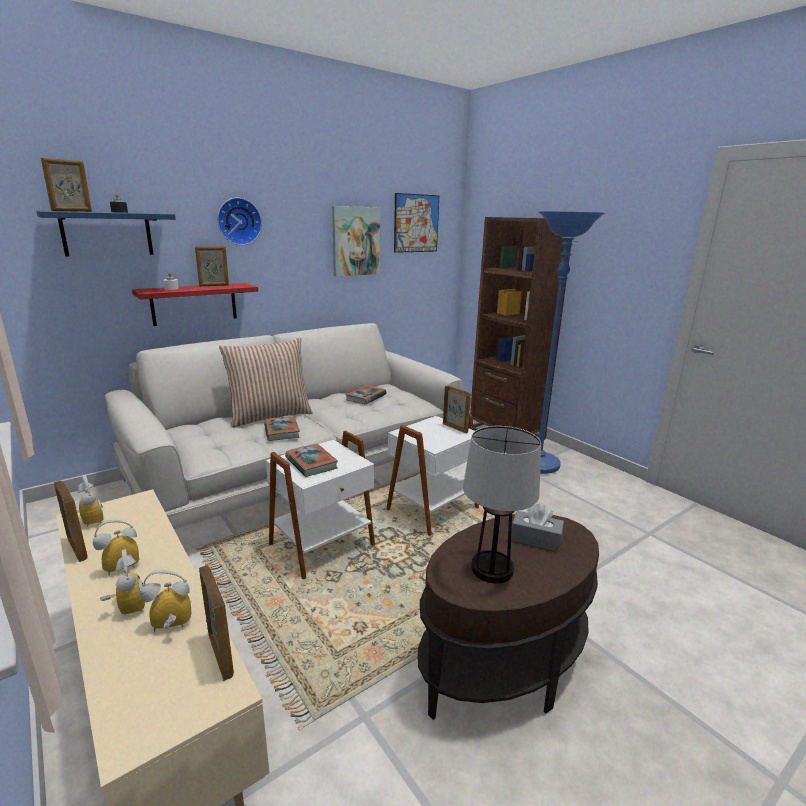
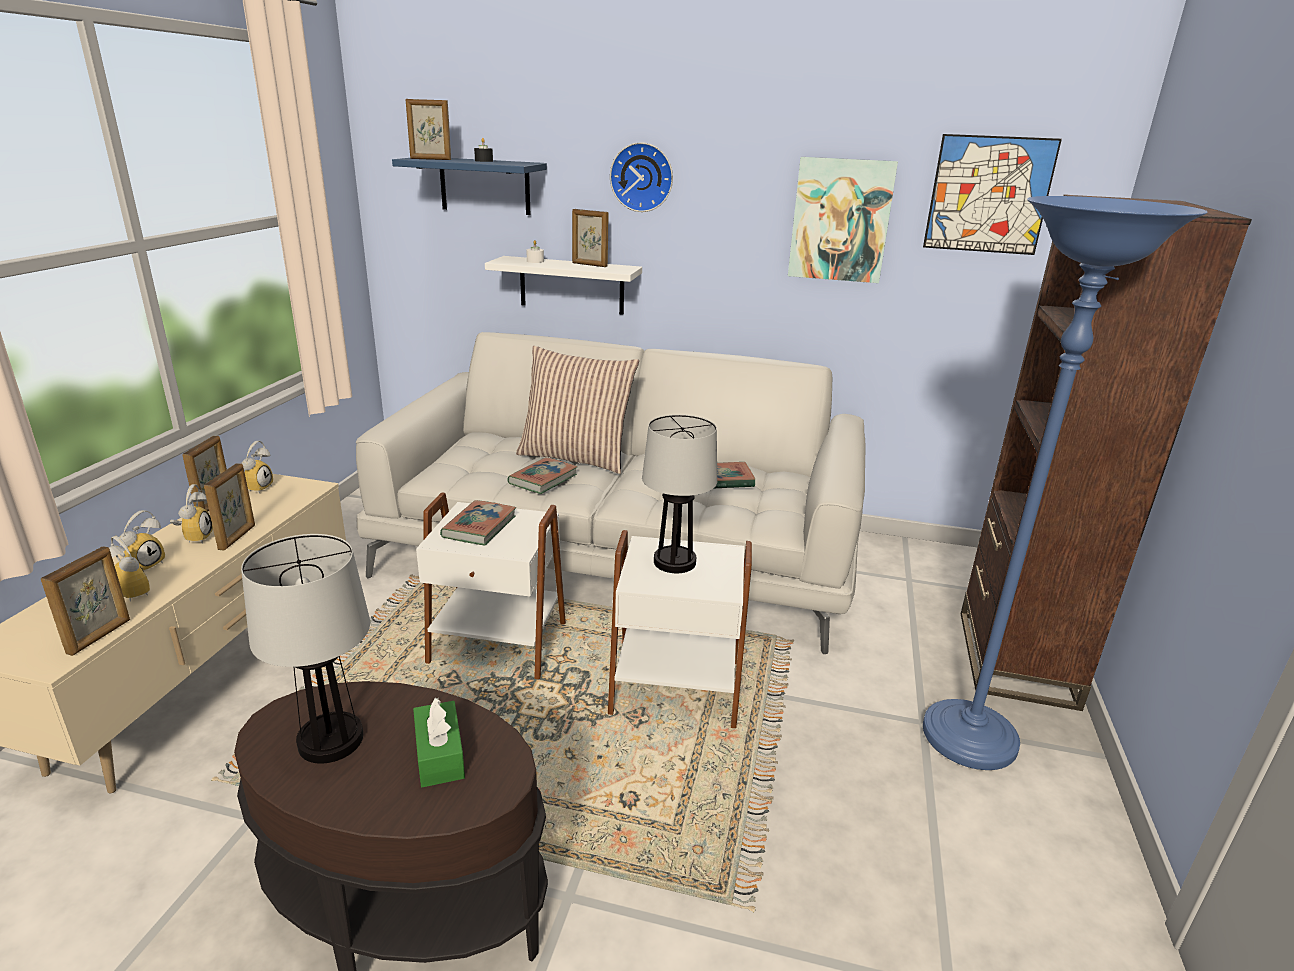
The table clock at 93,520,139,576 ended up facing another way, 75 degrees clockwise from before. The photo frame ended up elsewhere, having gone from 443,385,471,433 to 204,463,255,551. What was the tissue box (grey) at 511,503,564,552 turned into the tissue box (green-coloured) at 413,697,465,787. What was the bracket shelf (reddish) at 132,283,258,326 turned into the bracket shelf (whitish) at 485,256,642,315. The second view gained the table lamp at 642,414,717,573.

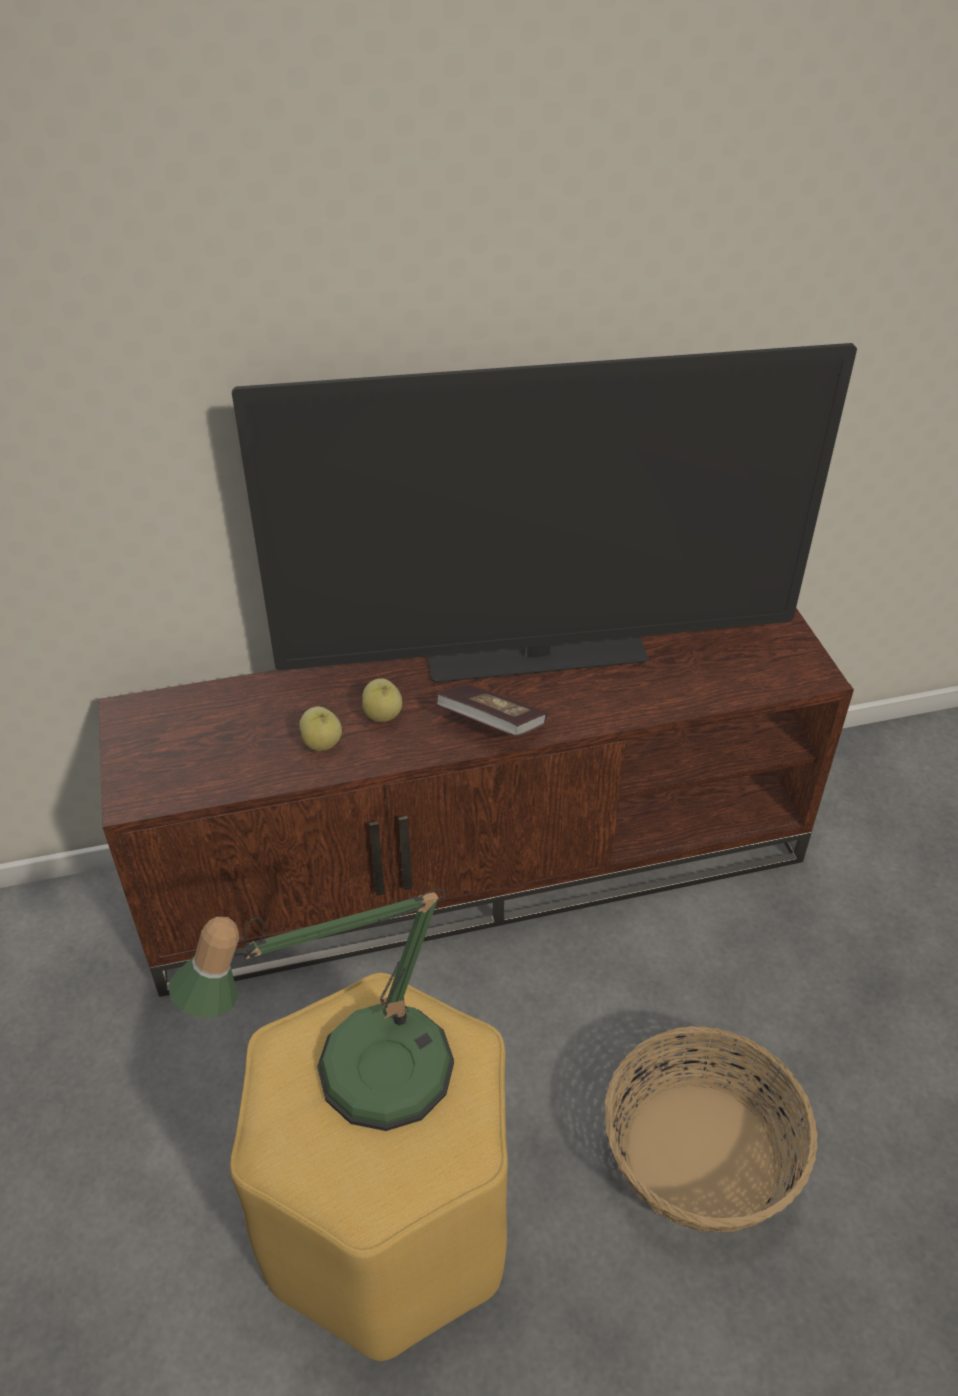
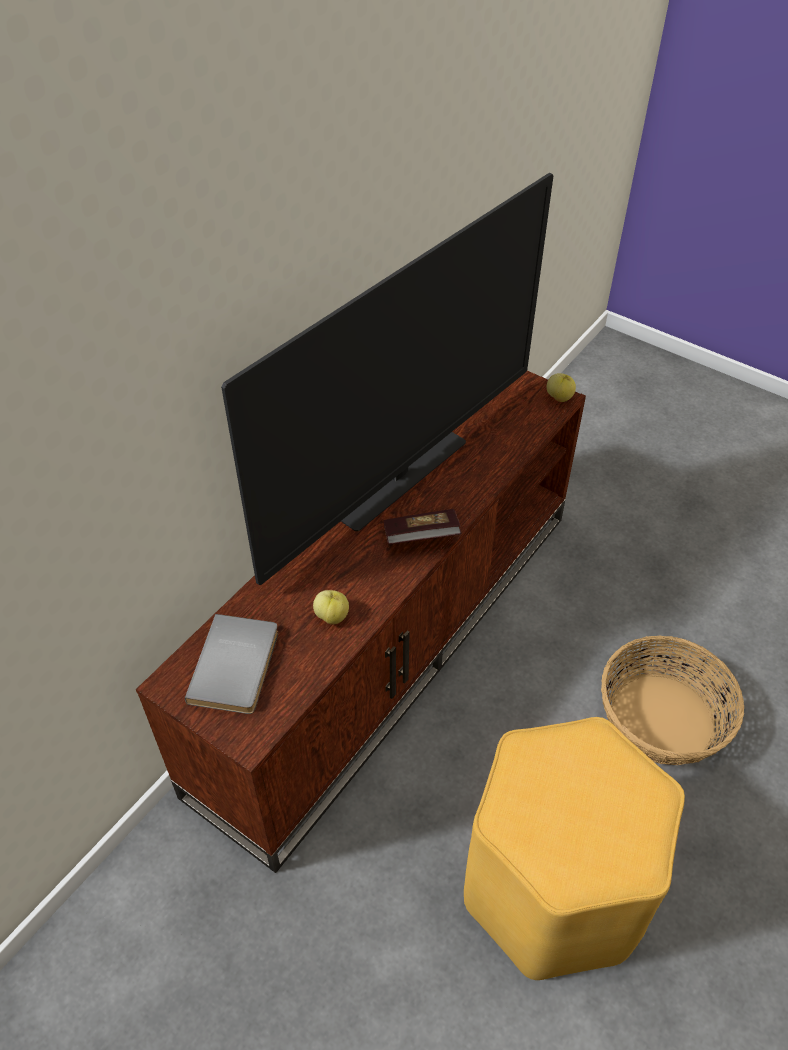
The second view gained the volume (grey) at 185,614,278,714. The whole apple ended up elsewhere, having gone from 362,678,402,722 to 547,373,576,402. The second view lost the table lamp at 168,889,454,1131.

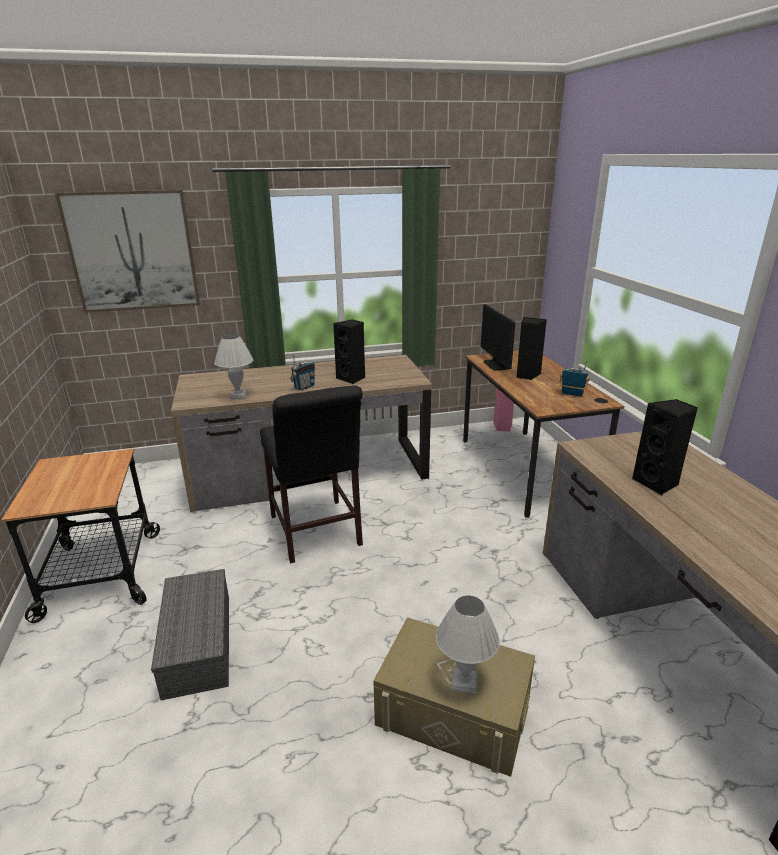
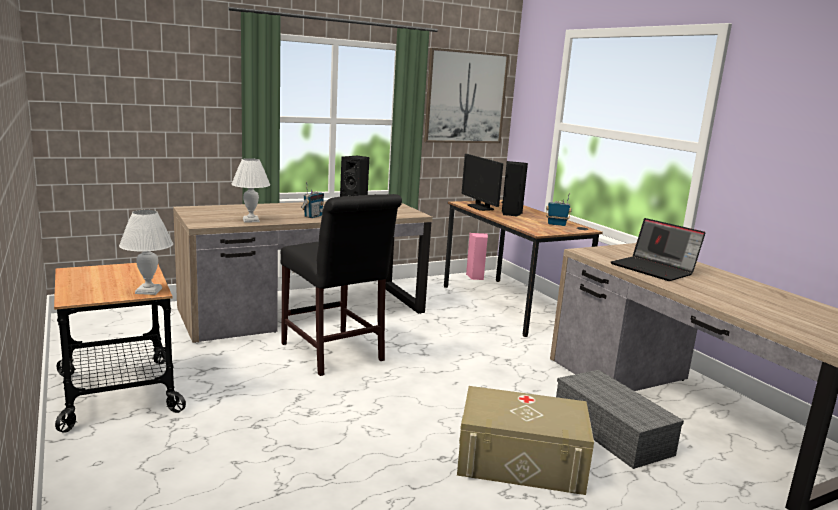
The table lamp (whitish) ended up elsewhere, having gone from 436,595,500,694 to 119,210,173,295. The wall art ended up elsewhere, having gone from 55,190,200,313 to 424,48,509,143. The storage box (grey) ended up elsewhere, having gone from 151,569,229,700 to 556,370,684,469. Where the loudspeaker (black) stood at 632,399,698,495, the notebook computer came to stand at 611,218,706,281.

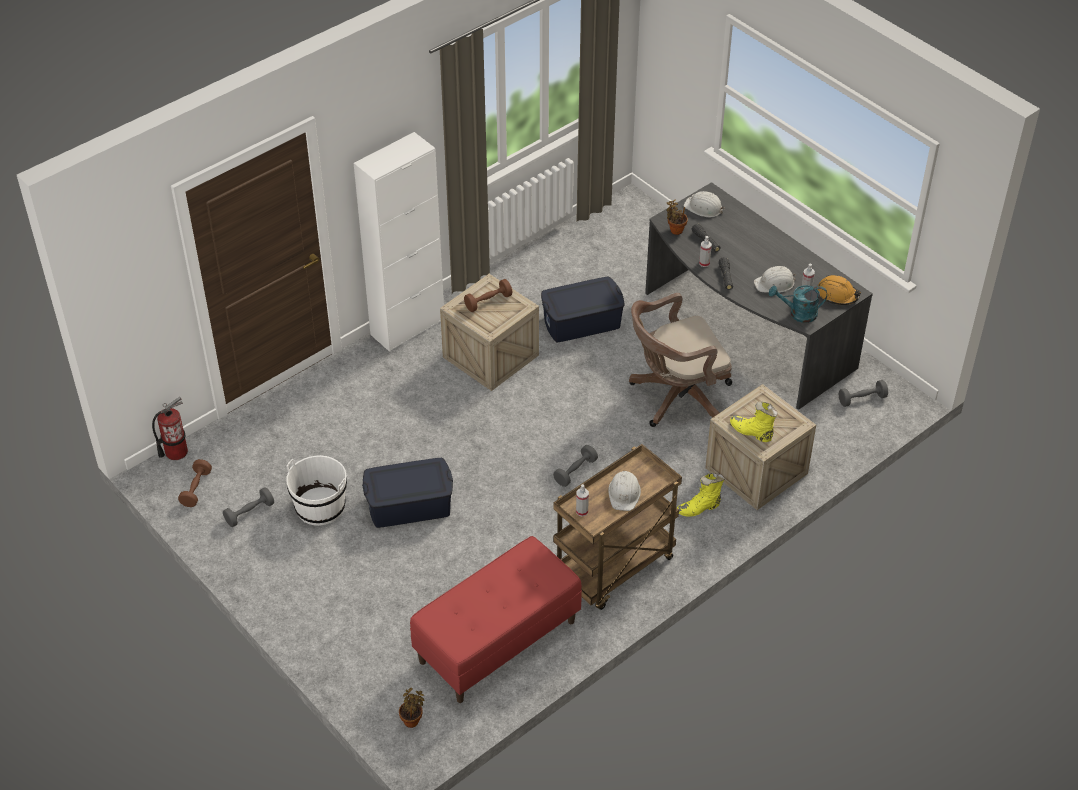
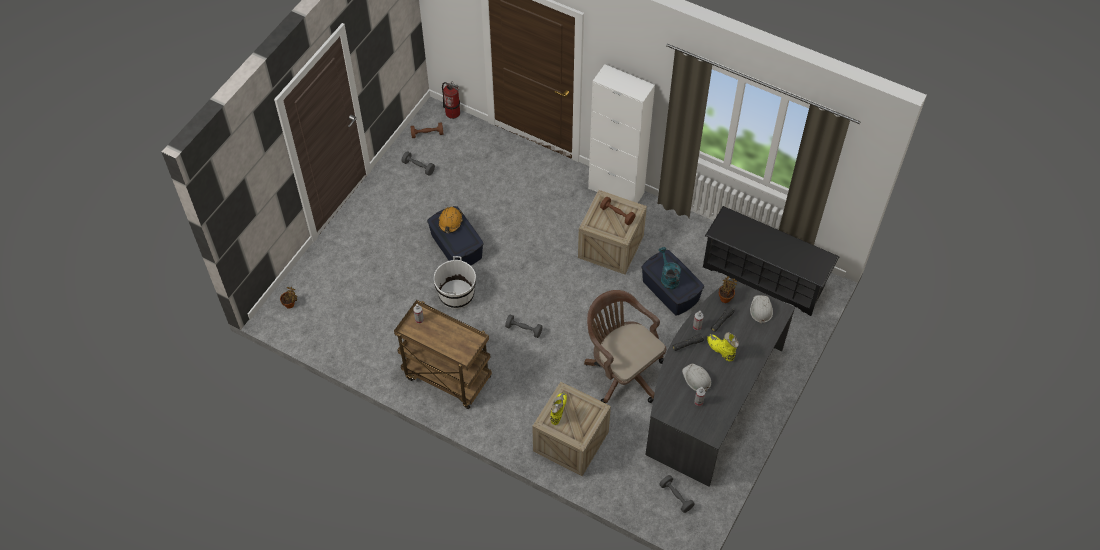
The bucket (whitish) ended up elsewhere, having gone from 286,455,347,526 to 434,256,476,309. The hard hat (orangey) ended up elsewhere, having gone from 818,275,862,305 to 438,207,463,233. The watering can (turquoise-coloured) ended up elsewhere, having gone from 769,285,827,323 to 659,247,681,290. The second view gained the shoe rack (black) at 703,206,839,316. The high-top boot (yellow) ended up elsewhere, having gone from 677,473,724,517 to 707,332,739,361. The second view lost the bench (reddish) at 410,536,582,703. The second view lost the hard hat (whitish) at 608,471,641,511.

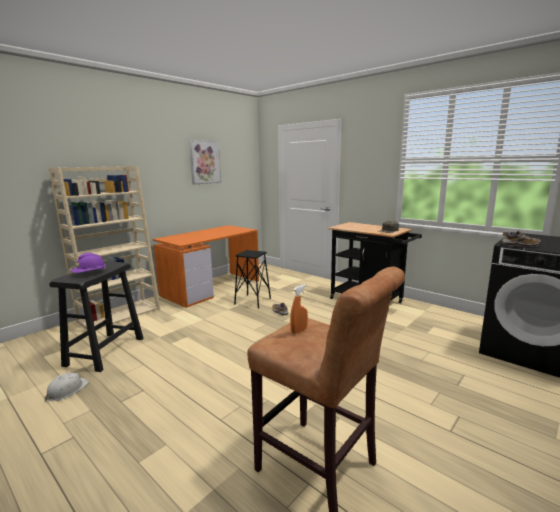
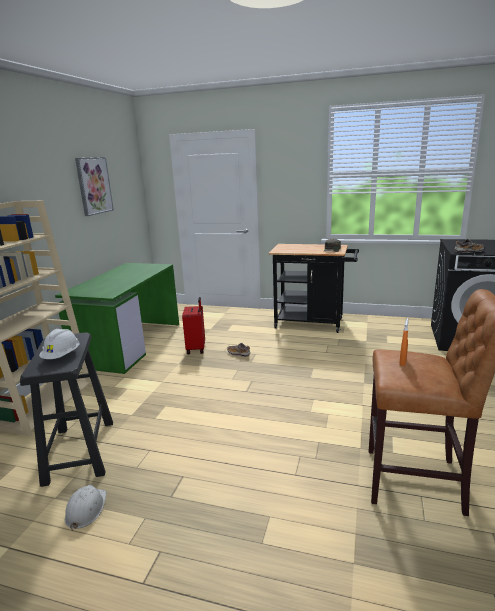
What was the hard hat (purplish) at 71,253,106,273 turned into the hard hat (whitish) at 39,329,80,359. What was the desk unit (orangey) at 153,225,259,308 turned into the desk unit (green-coloured) at 55,263,179,374. Where the stool seat (black) stood at 234,250,271,309, the travel case (reddish) came to stand at 182,297,205,354.

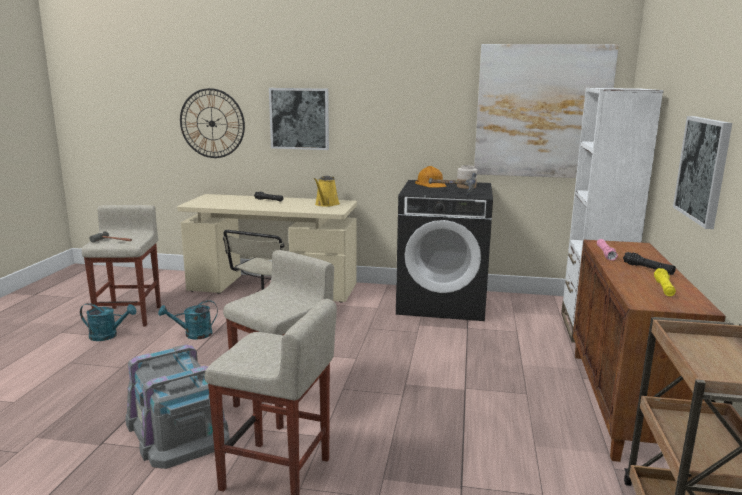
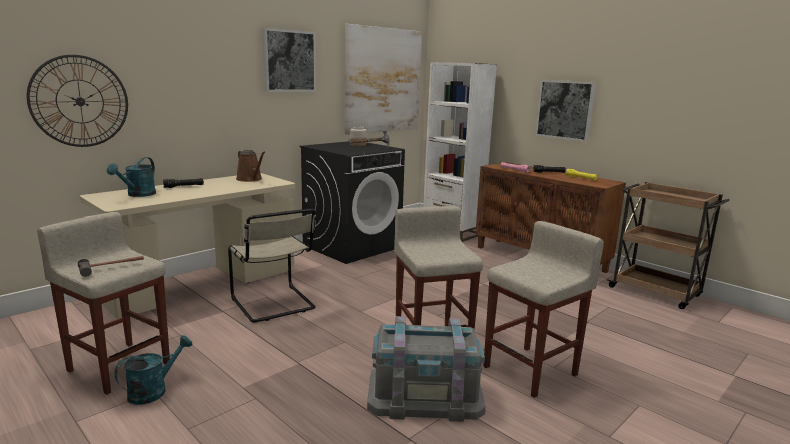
The watering can (turquoise-coloured) ended up elsewhere, having gone from 158,300,218,340 to 107,157,156,197. What was the watering can (yellow) at 314,176,340,207 turned into the watering can (brown) at 236,150,265,182. The wall art ended up elsewhere, having gone from 269,88,329,150 to 263,28,316,92. The second view lost the hard hat (orangey) at 415,166,446,188.

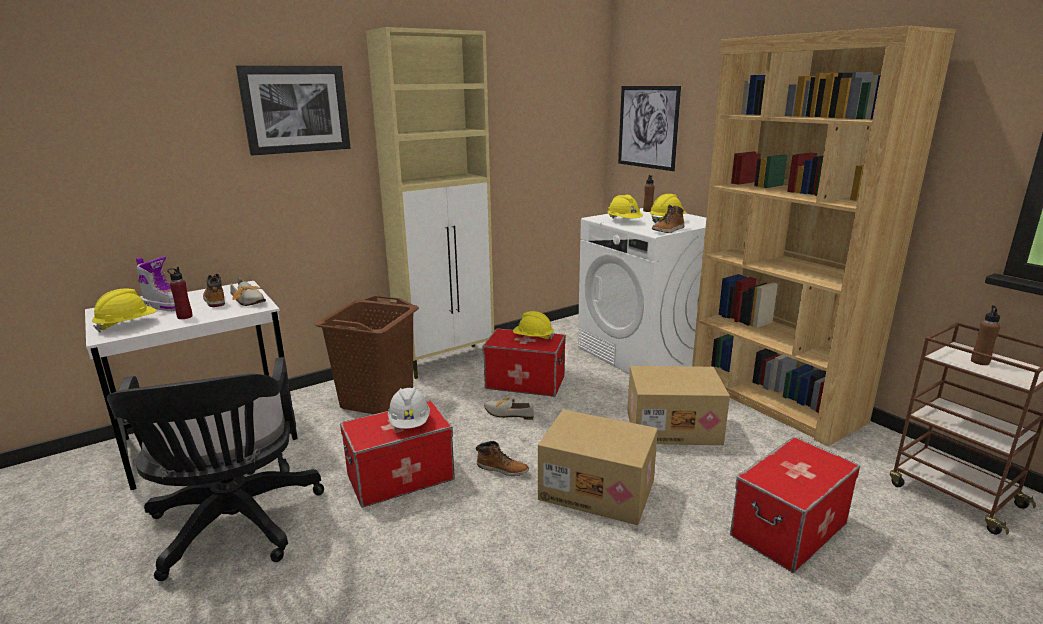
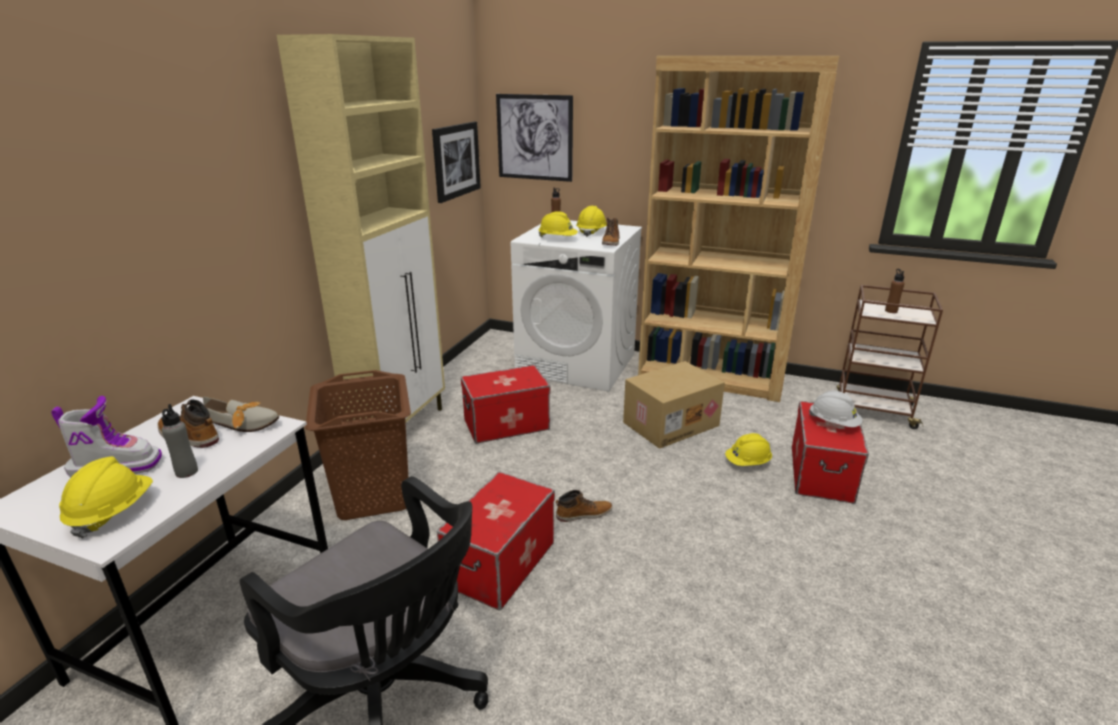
What was the beverage bottle (reddish) at 167,267,193,319 turned into the beverage bottle (grey) at 162,404,198,478. The wall art ended up elsewhere, having gone from 236,65,351,156 to 432,122,481,203. The hard hat (yellow) ended up elsewhere, having gone from 513,311,554,340 to 725,433,772,466. The hard hat (whitish) ended up elsewhere, having gone from 388,387,430,429 to 809,391,863,427. The second view lost the shoe at 484,398,534,420. The second view lost the packing box at 538,410,658,525.

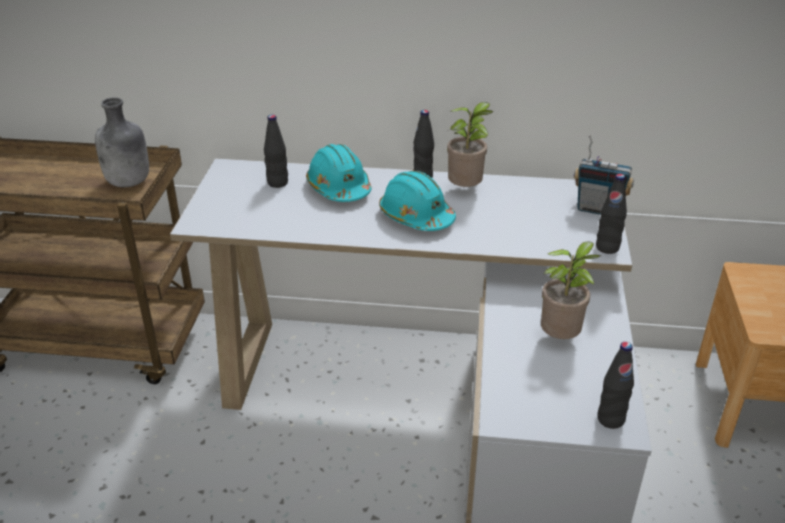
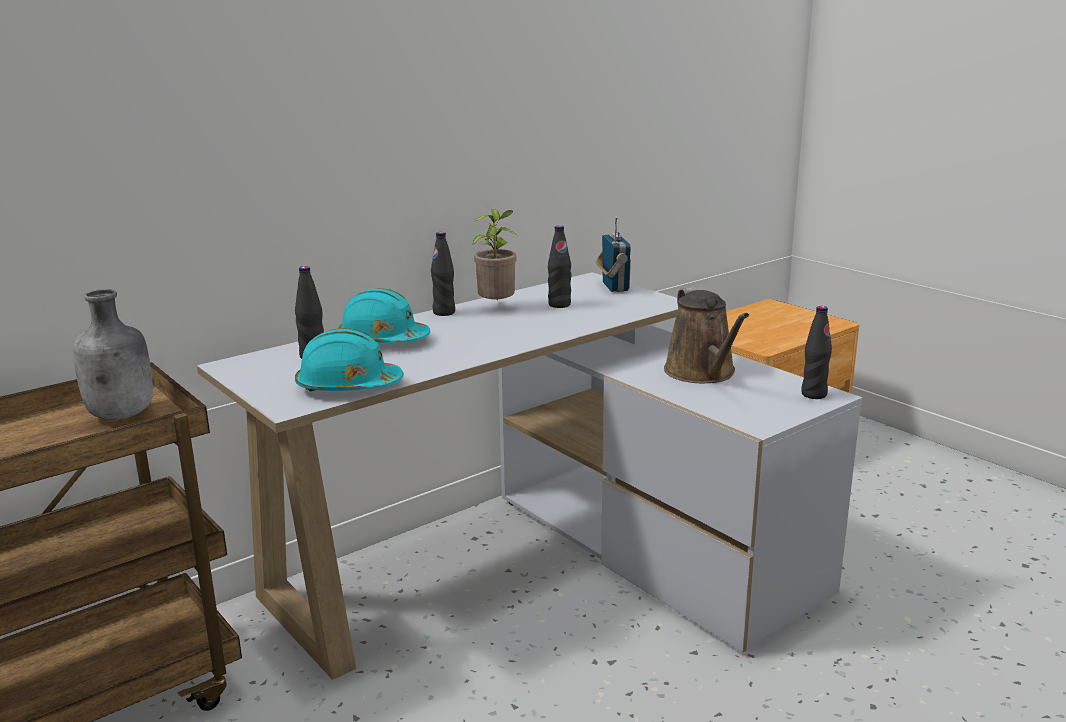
The hard hat (turquoise-coloured) ended up elsewhere, having gone from 379,171,456,231 to 295,328,404,391. The beverage bottle (black) ended up elsewhere, having gone from 596,174,627,254 to 548,225,571,308. The radio set at 573,135,634,215 ended up facing another way, 75 degrees counterclockwise from before. Where the plant in a pot stood at 541,241,600,339, the watering can (brown) came to stand at 664,287,749,383.

